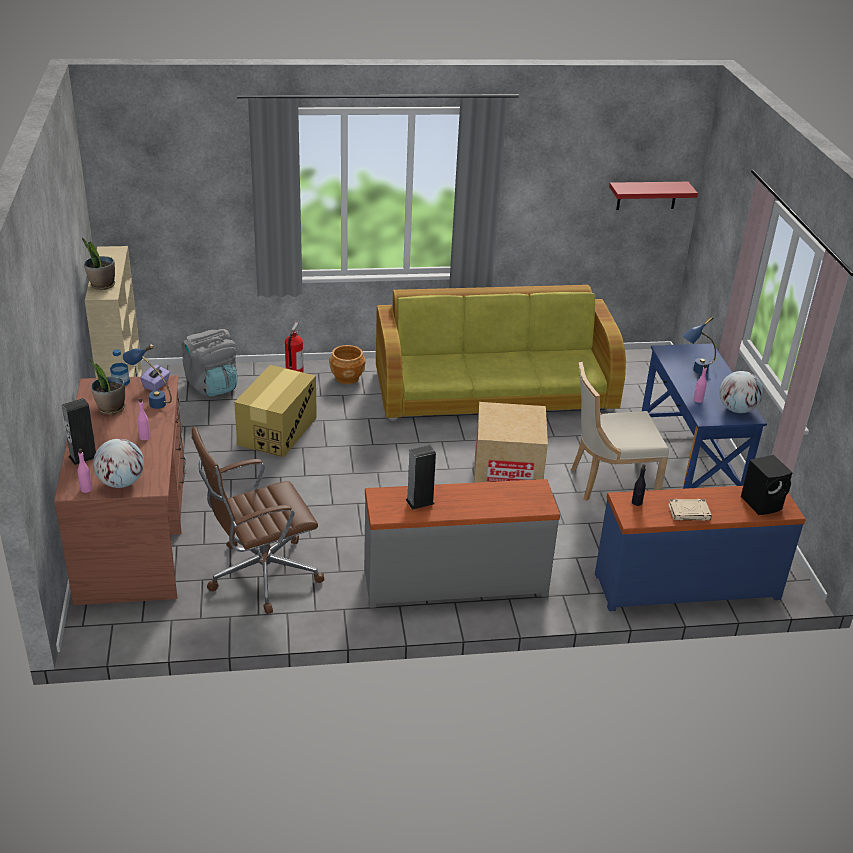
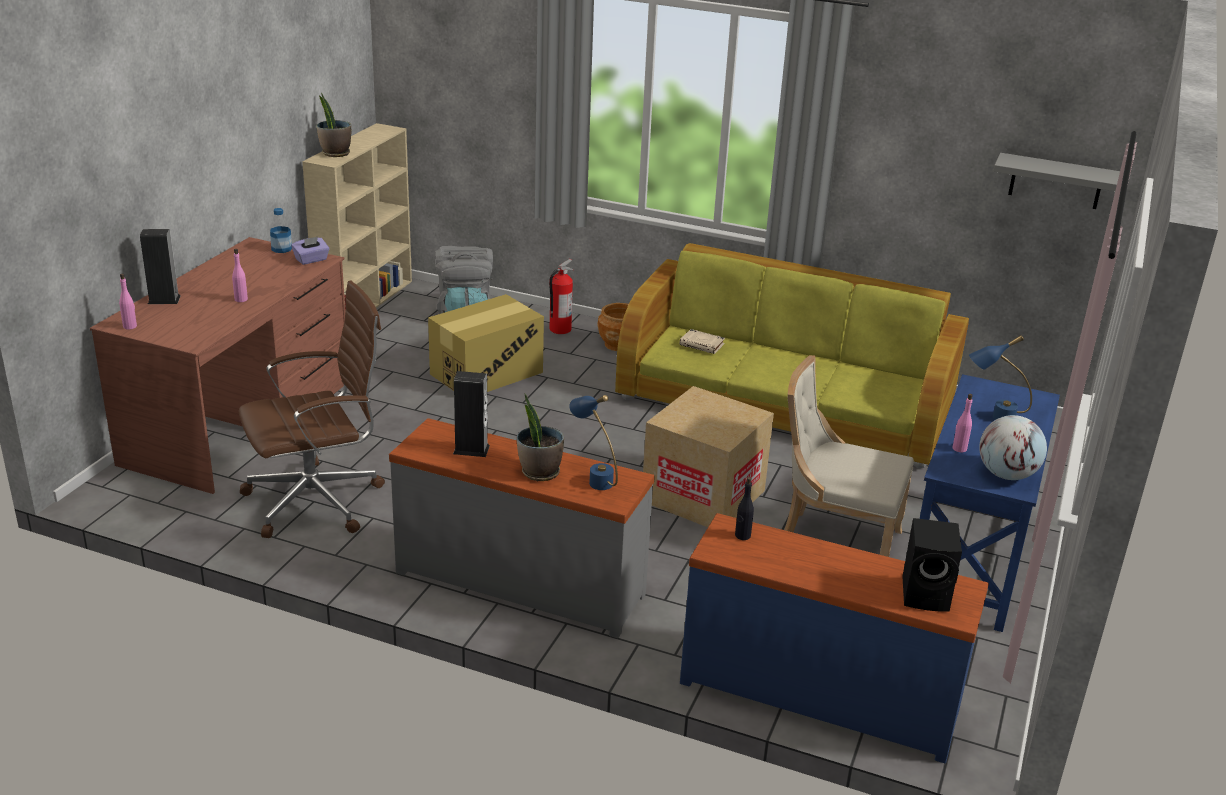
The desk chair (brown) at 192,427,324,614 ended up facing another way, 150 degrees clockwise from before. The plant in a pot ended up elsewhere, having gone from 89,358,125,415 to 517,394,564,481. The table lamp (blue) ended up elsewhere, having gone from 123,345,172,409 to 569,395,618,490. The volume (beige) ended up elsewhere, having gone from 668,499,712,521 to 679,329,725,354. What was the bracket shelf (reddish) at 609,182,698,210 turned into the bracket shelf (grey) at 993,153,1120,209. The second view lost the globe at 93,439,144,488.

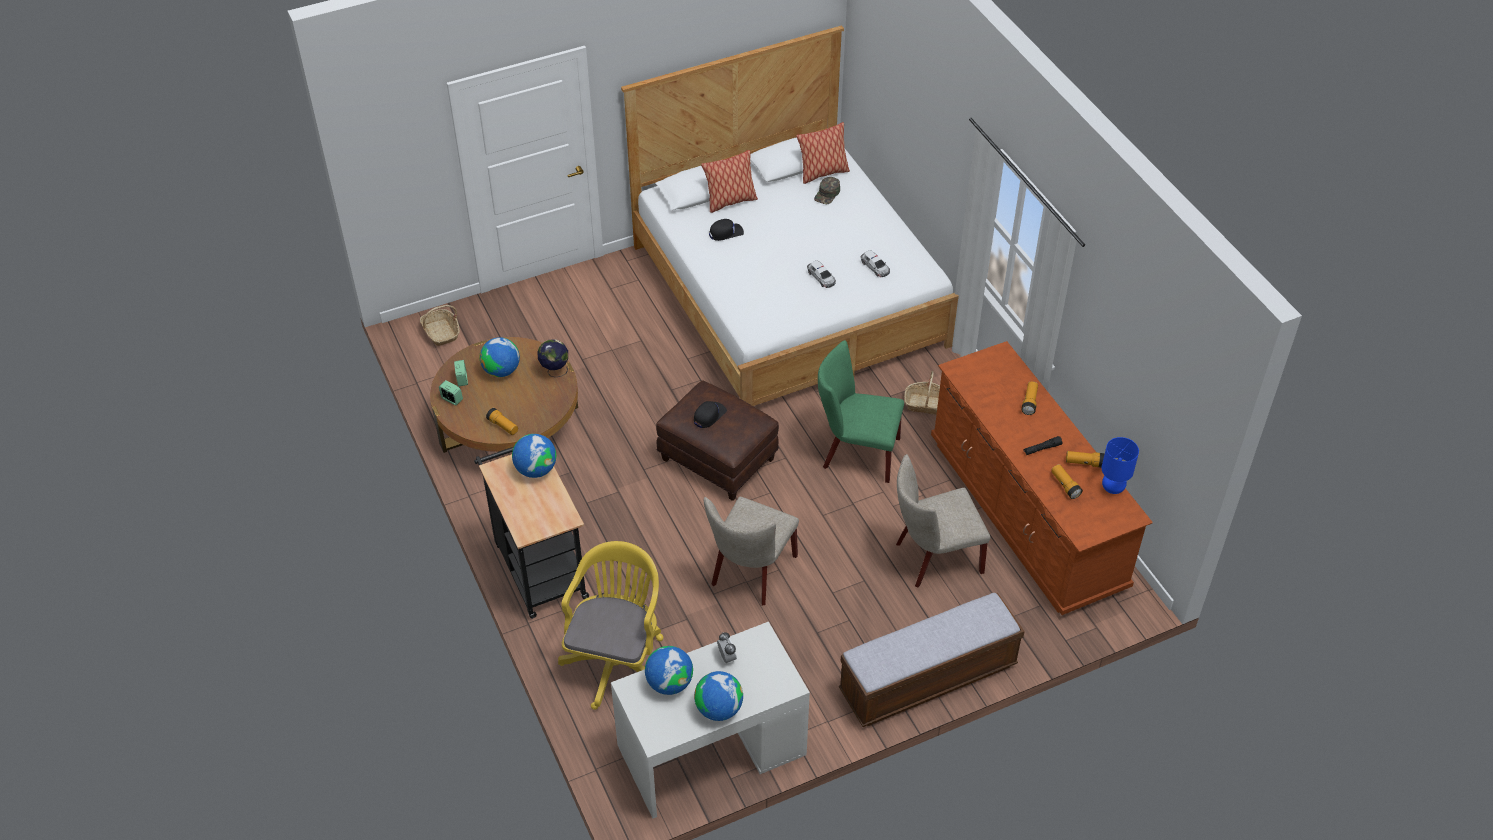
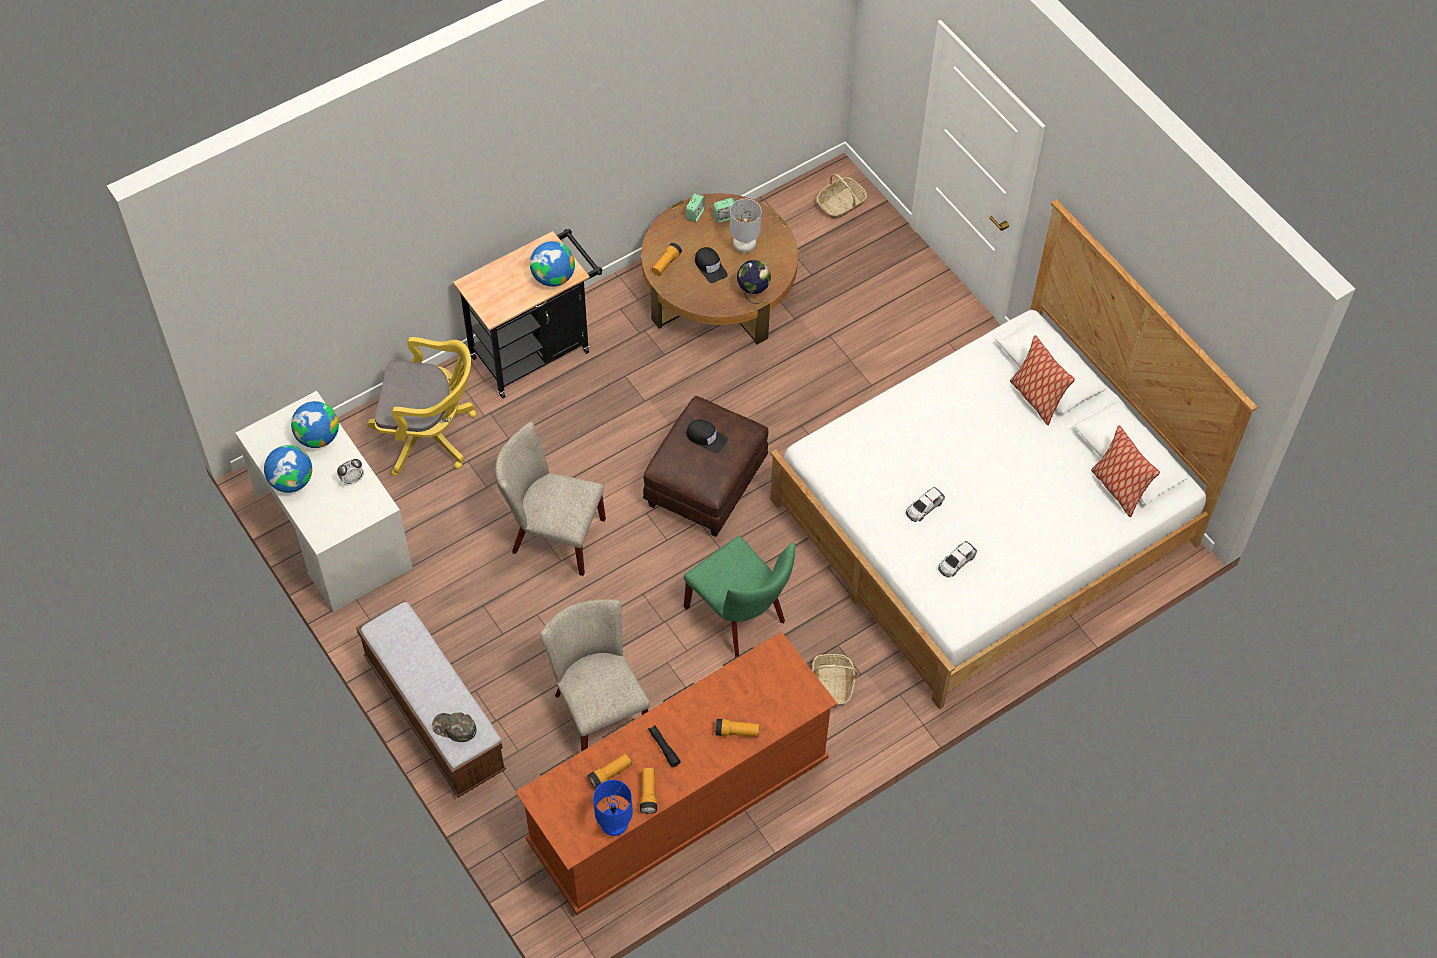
The peaked cap (green-coloured) ended up elsewhere, having gone from 814,177,840,204 to 432,712,477,742. The upright chair (green-coloured) at 818,340,904,483 ended up facing another way, 135 degrees clockwise from before. The peaked cap (black) ended up elsewhere, having gone from 709,219,744,241 to 695,247,728,283. Where the globe stood at 479,337,520,377, the table lamp (grey) came to stand at 730,199,761,253.

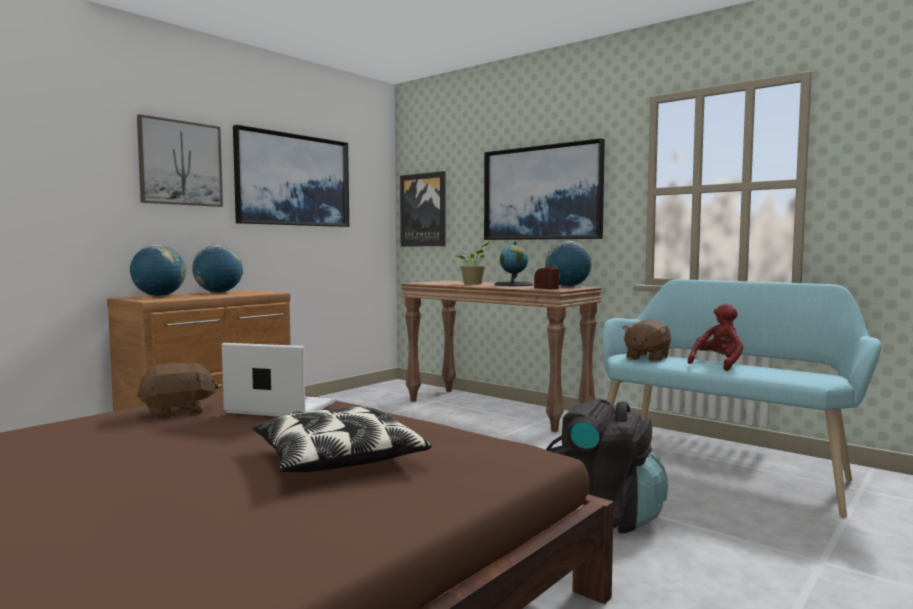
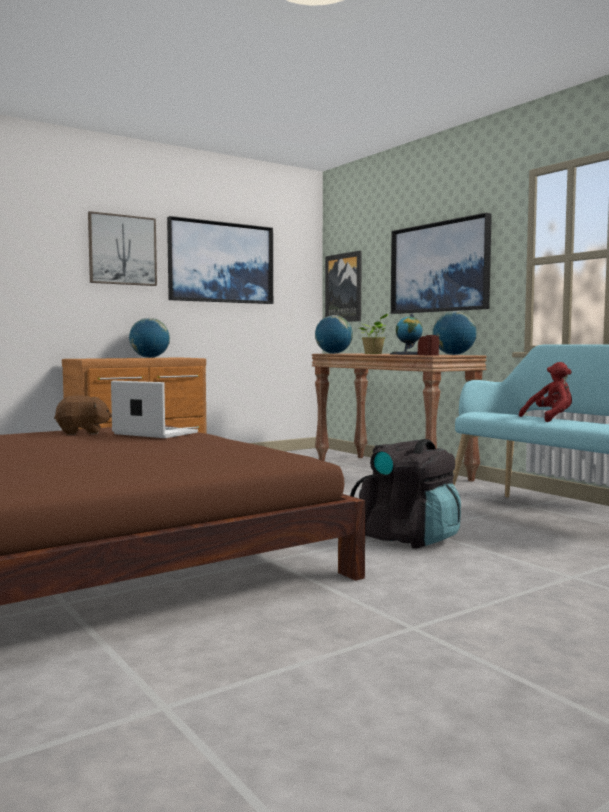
The globe ended up elsewhere, having gone from 130,245,186,296 to 315,315,353,354. The second view lost the pillow at 253,406,431,472. The second view lost the soft toy (brown) at 622,320,671,362.

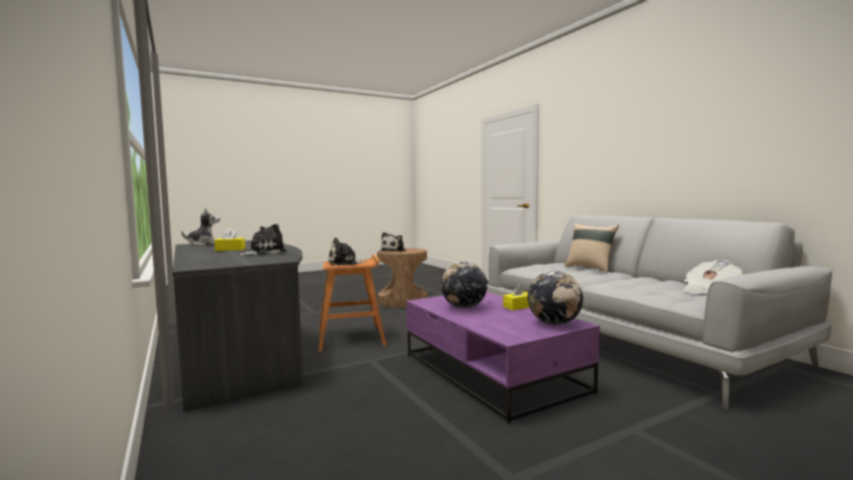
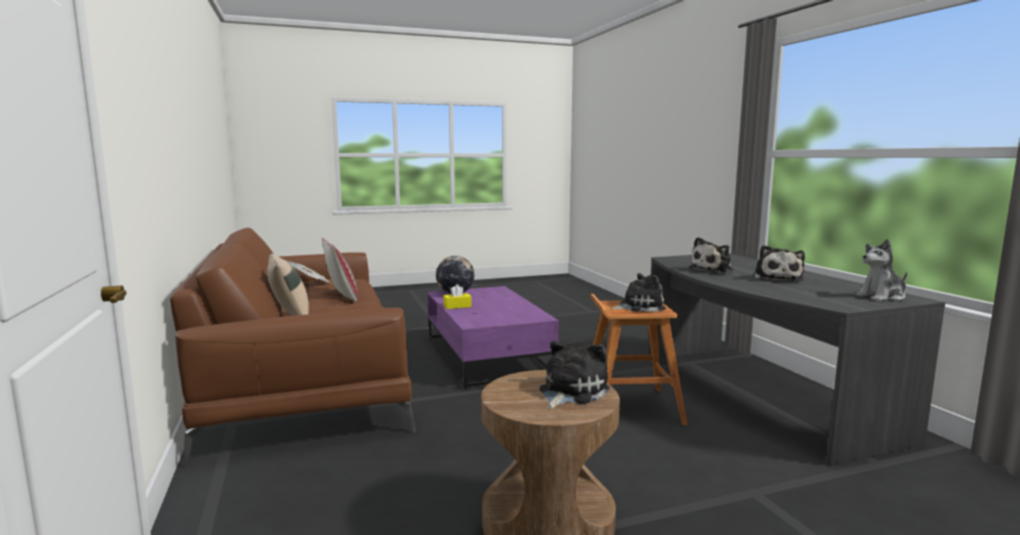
What was the sofa (grey) at 486,215,833,410 turned into the sofa (brown) at 170,228,416,467. The second view gained the pillow at 321,238,358,301. Where the tissue box (yellow) stood at 214,228,245,251, the soft toy came to stand at 754,245,805,281. The second view lost the globe at 441,262,487,308.

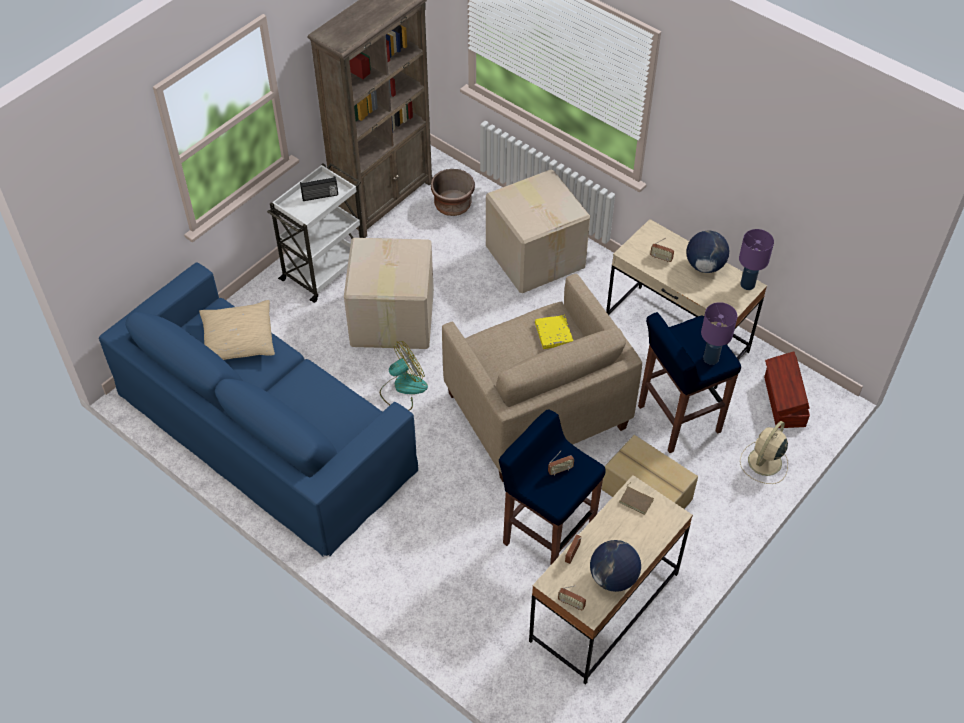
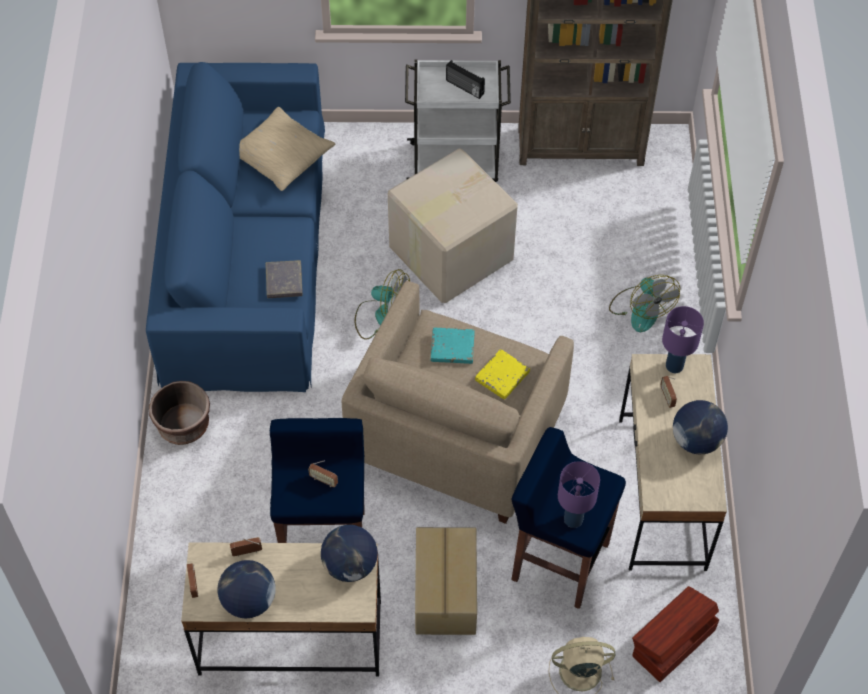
The planter (brown) ended up elsewhere, having gone from 431,169,475,216 to 149,381,210,445. The second view gained the volume (grey) at 266,260,303,298. Where the volume (brown) stood at 619,482,654,515, the globe came to stand at 321,525,378,582. The second view gained the volume (turquoise-coloured) at 431,328,475,364. Where the packing box stood at 486,169,590,293, the fan came to stand at 609,275,680,332. The table lamp (purplish) ended up elsewhere, having gone from 739,229,774,290 to 662,306,704,373.

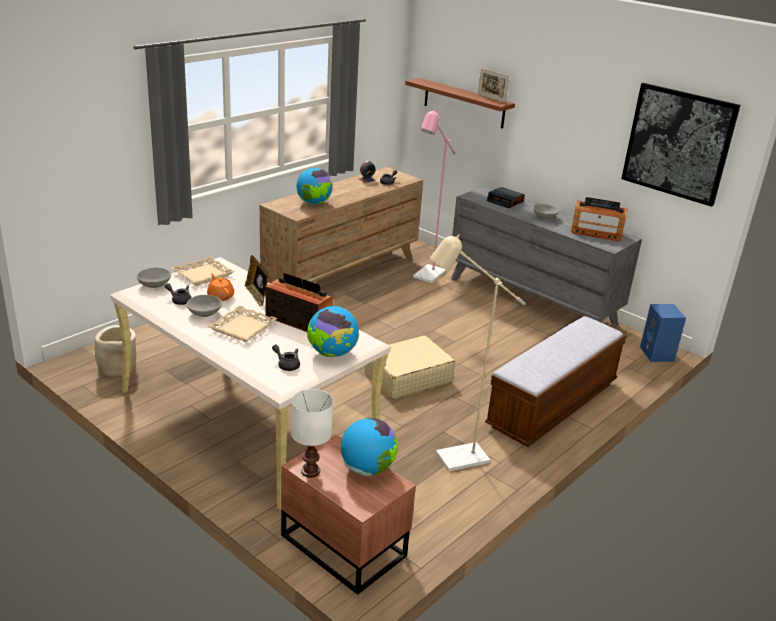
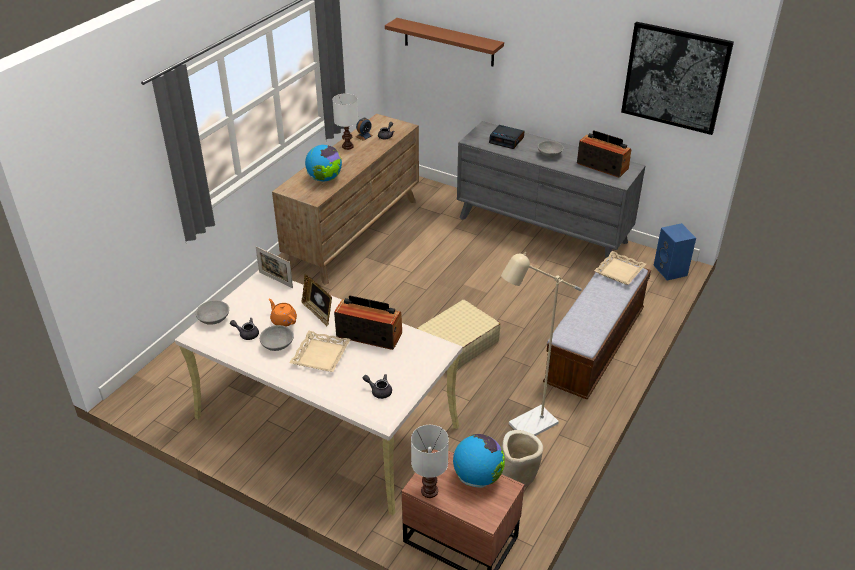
The photo frame ended up elsewhere, having gone from 478,68,509,103 to 255,246,293,288. The second view gained the table lamp (whitish) at 332,93,358,150. The planter (beige) ended up elsewhere, having gone from 95,325,136,377 to 501,430,543,487. The radio set at 571,197,627,241 ended up facing another way, 150 degrees counterclockwise from before. The tray (beige) ended up elsewhere, having gone from 171,256,234,286 to 594,251,646,285. The second view lost the globe at 307,306,359,357. The second view lost the floor lamp (pink-coloured) at 413,109,456,283.

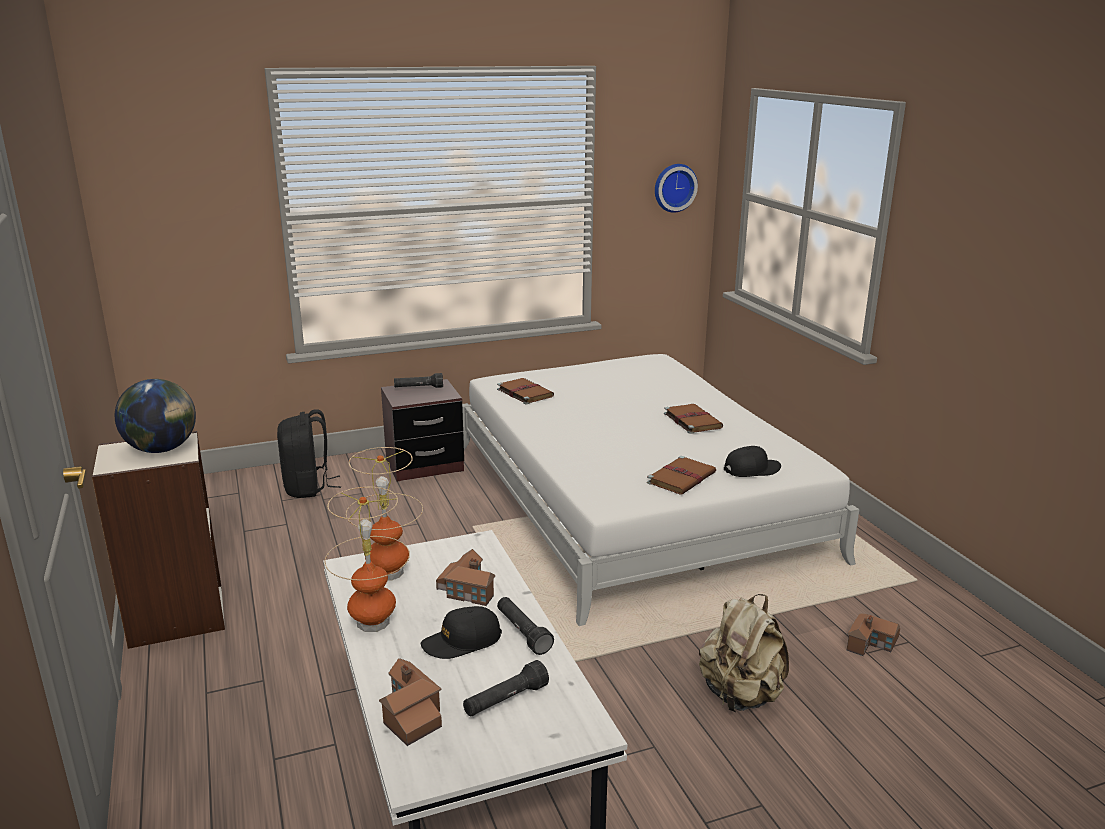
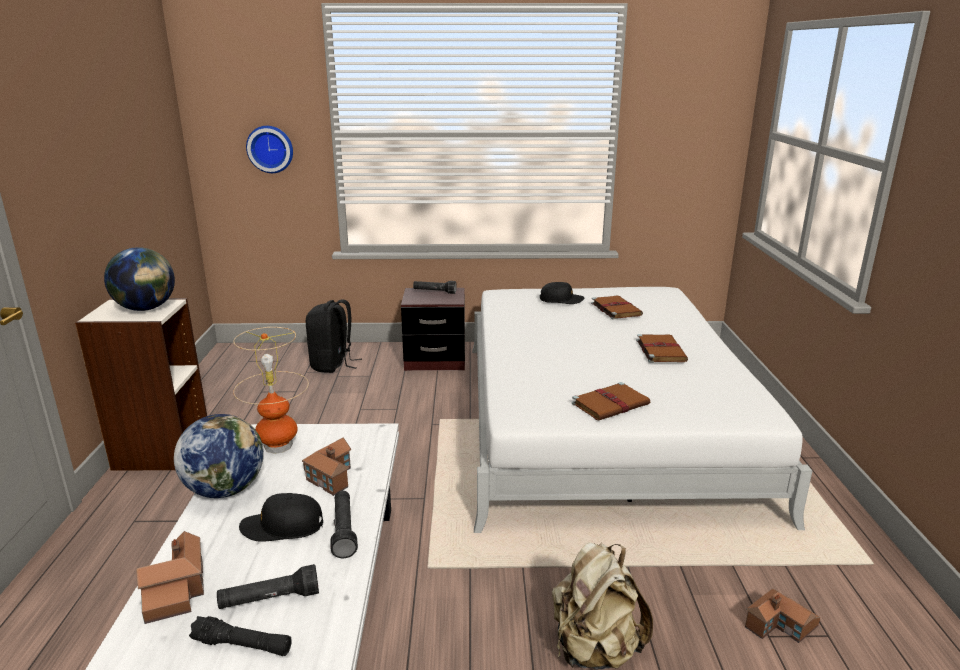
Where the table lamp stood at 325,487,410,632, the globe came to stand at 174,414,264,498. The second view gained the torch (black) at 189,616,292,656. The hanging clock ended up elsewhere, having gone from 655,164,698,213 to 246,126,293,173. The peaked cap (black) ended up elsewhere, having gone from 724,446,781,477 to 540,282,584,304. The volume (brown) ended up elsewhere, having gone from 497,378,554,405 to 591,296,643,320.

